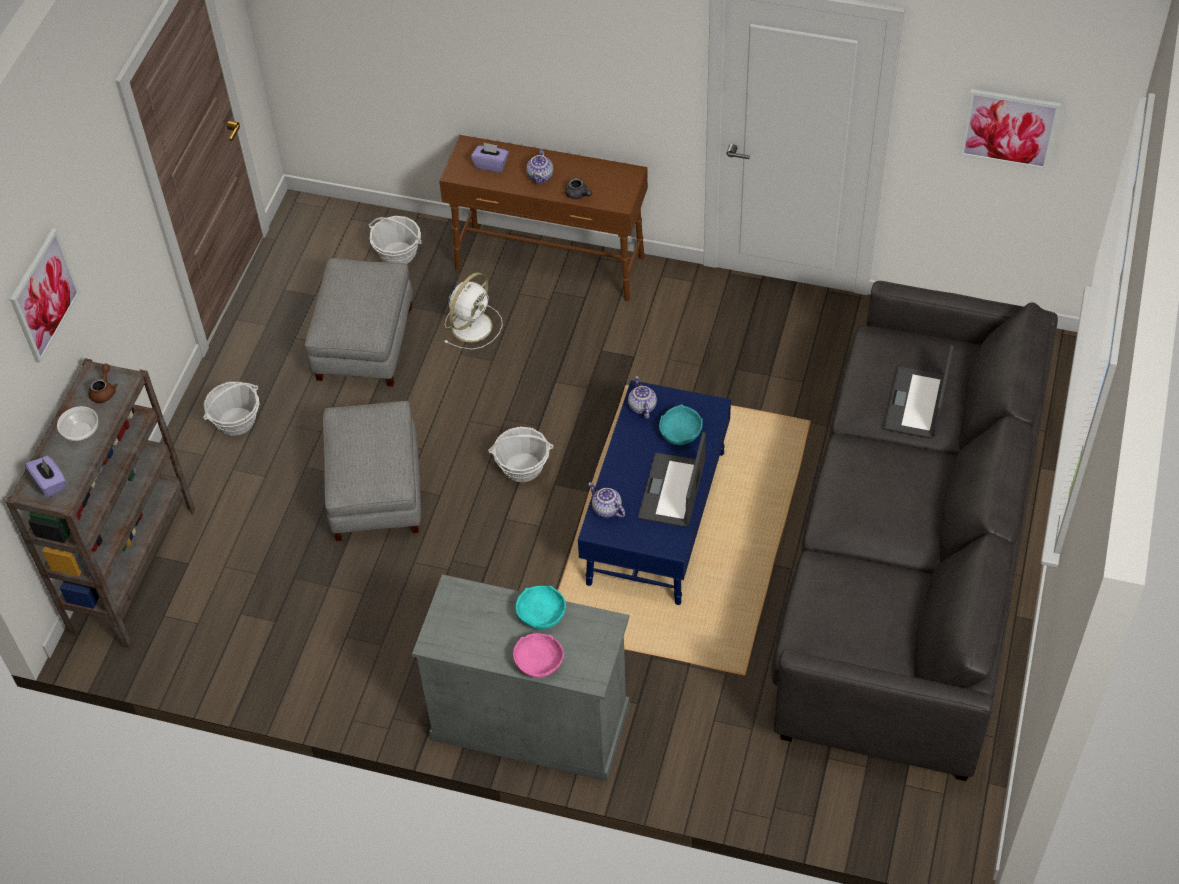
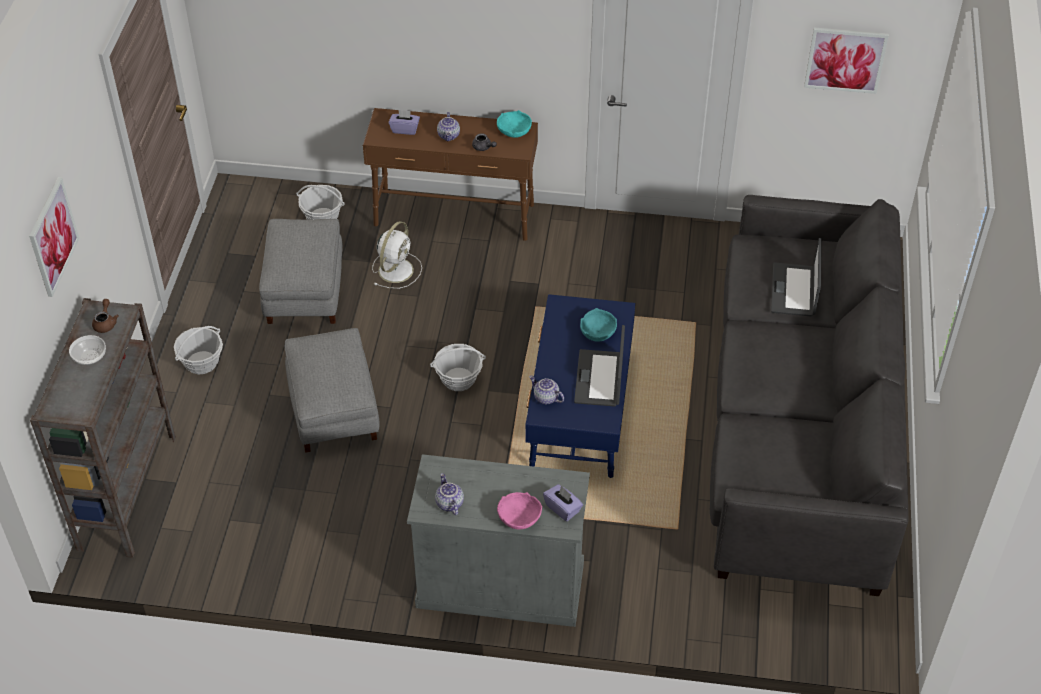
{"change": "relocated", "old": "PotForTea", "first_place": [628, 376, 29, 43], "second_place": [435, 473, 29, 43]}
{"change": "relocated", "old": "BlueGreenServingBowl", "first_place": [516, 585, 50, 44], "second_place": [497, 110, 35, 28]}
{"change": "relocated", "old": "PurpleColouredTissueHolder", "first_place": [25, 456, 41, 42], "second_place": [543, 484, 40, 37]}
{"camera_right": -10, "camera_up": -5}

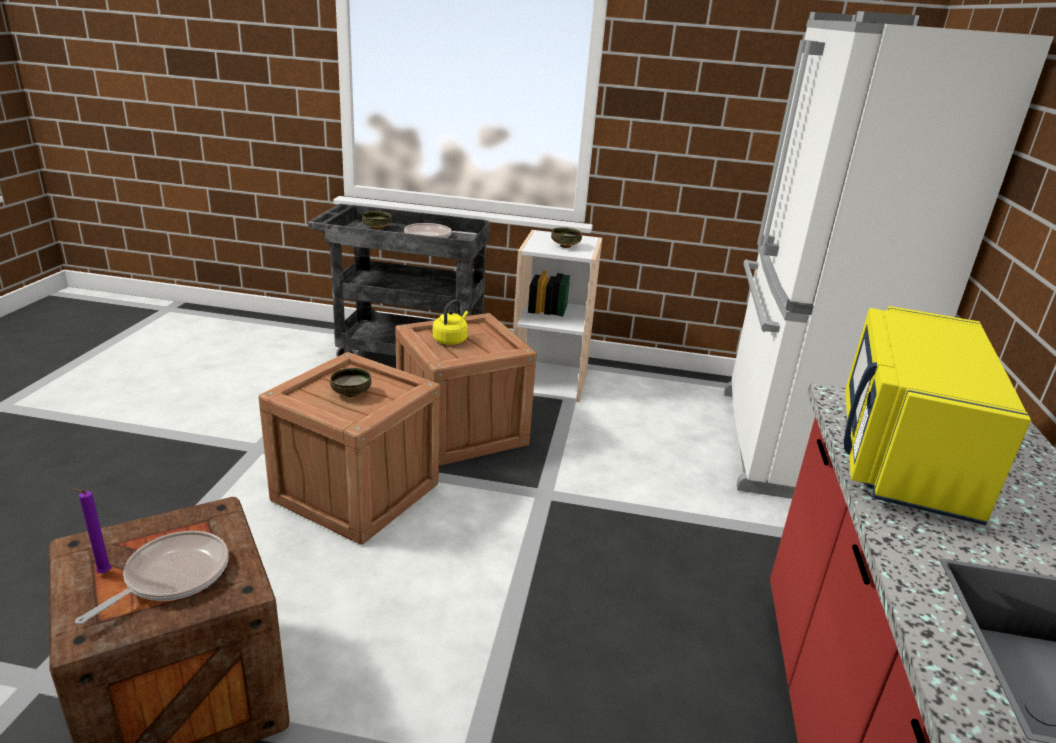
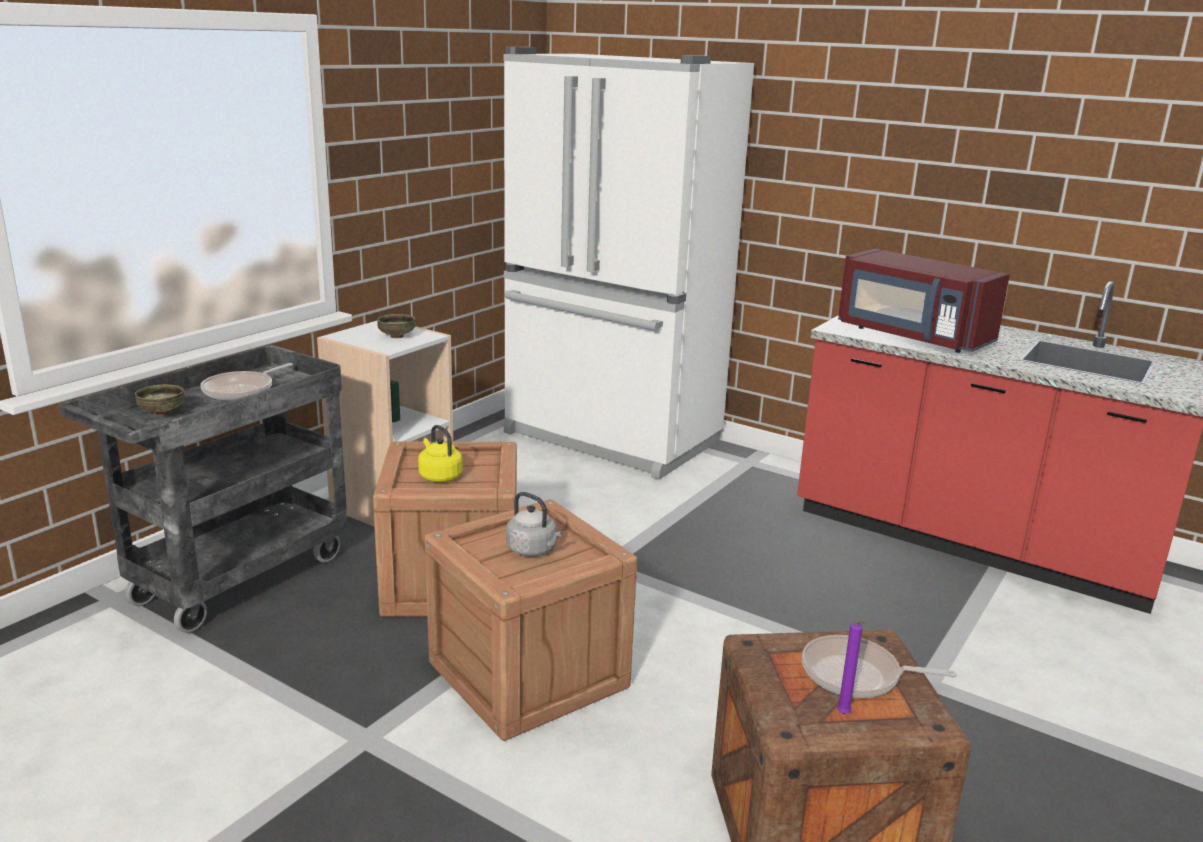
{"change": "exchanged", "old": "ServingBowl", "new": "GreyishWaterKettle", "first_place": [330, 368, 41, 29], "second_place": [506, 492, 56, 64]}
{"change": "spun", "old": "FryingPan", "first_place": [75, 531, 154, 94], "second_place": [802, 635, 155, 63], "degrees": -45}
{"change": "colour", "old": "YellowishKitchenMicrowave", "new": "RedKitchenMicrowave", "first_place": [844, 306, 187, 219], "second_place": [838, 249, 172, 104]}
{"camera_right": -65, "camera_up": -5}

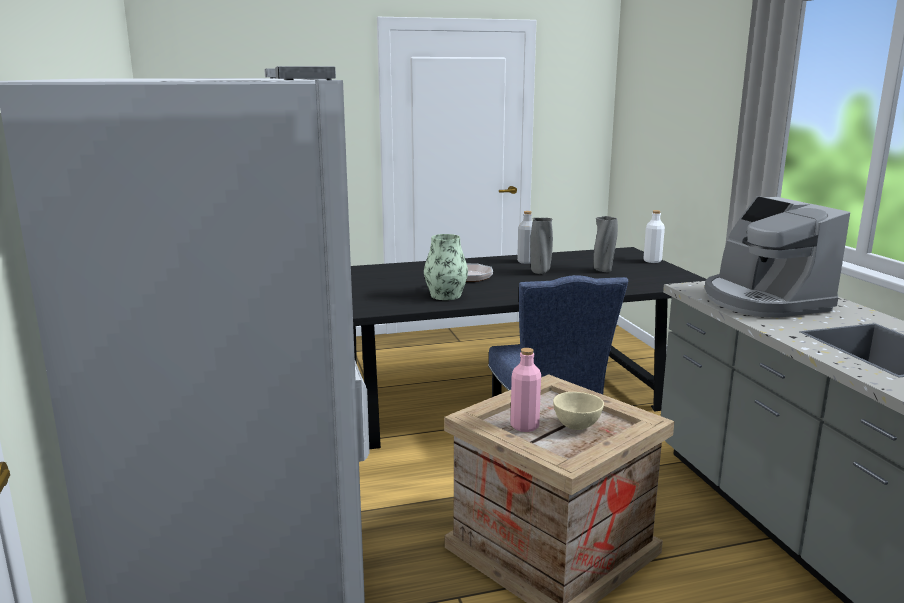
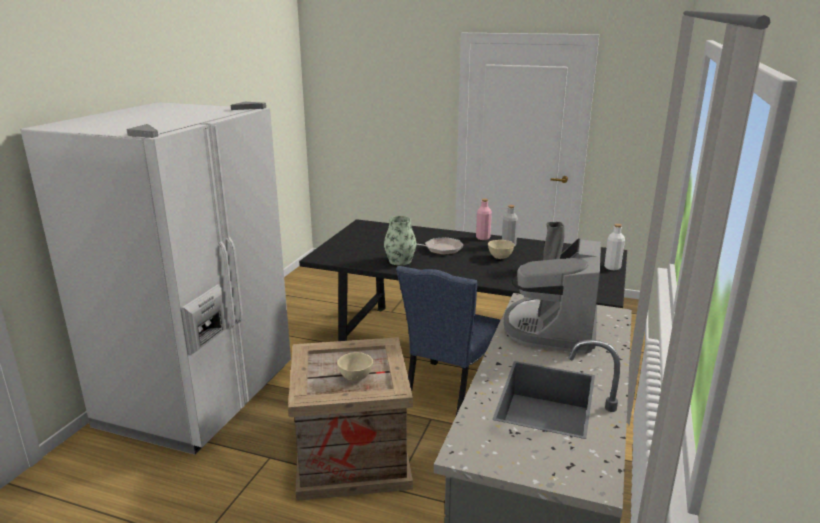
{"change": "relocated", "old": "PinkishBottle", "first_place": [510, 348, 31, 84], "second_place": [476, 199, 16, 41]}
{"change": "exchanged", "old": "GreyishFlowerVase", "new": "BeigeColouredServingBowl", "first_place": [530, 218, 23, 56], "second_place": [488, 240, 27, 19]}
{"camera_right": 35, "camera_up": 5}

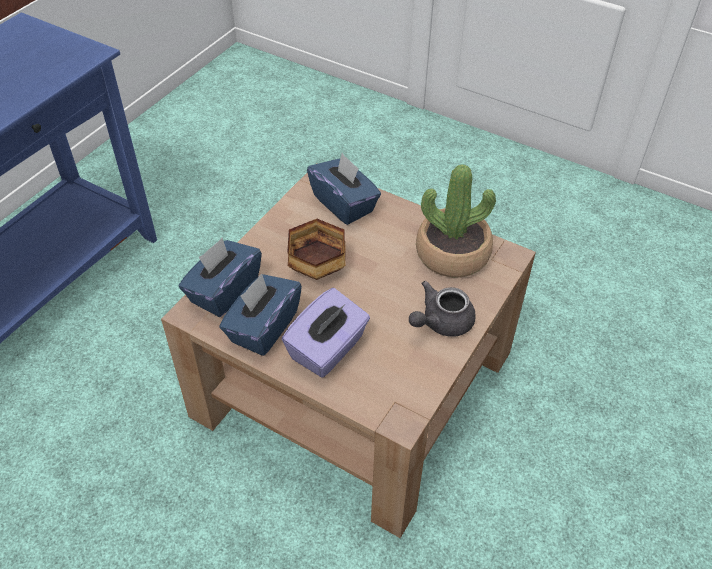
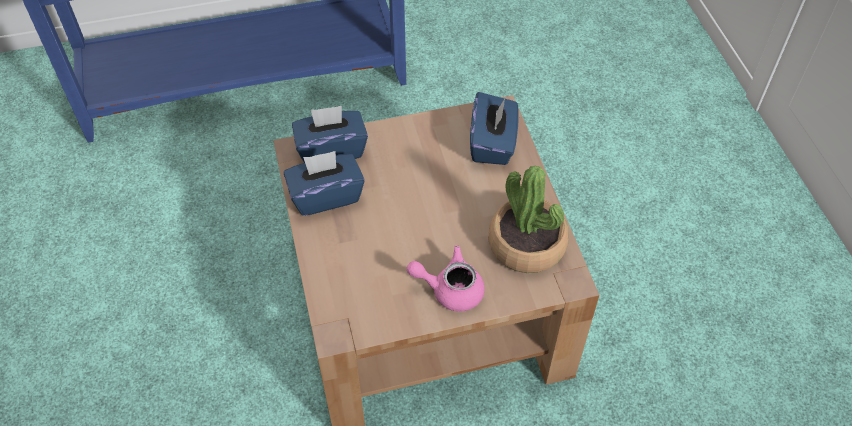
{"change": "colour", "old": "GreyishPotForTea", "new": "PinkishPotForTea", "first_place": [409, 281, 67, 56], "second_place": [407, 245, 78, 67]}
{"change": "missing", "old": "PurpleColouredTissueHolder", "first_place": [282, 288, 88, 89]}
{"change": "missing", "old": "ServingBowl", "first_place": [287, 219, 58, 61]}
{"camera_right": 45, "camera_up": 5}

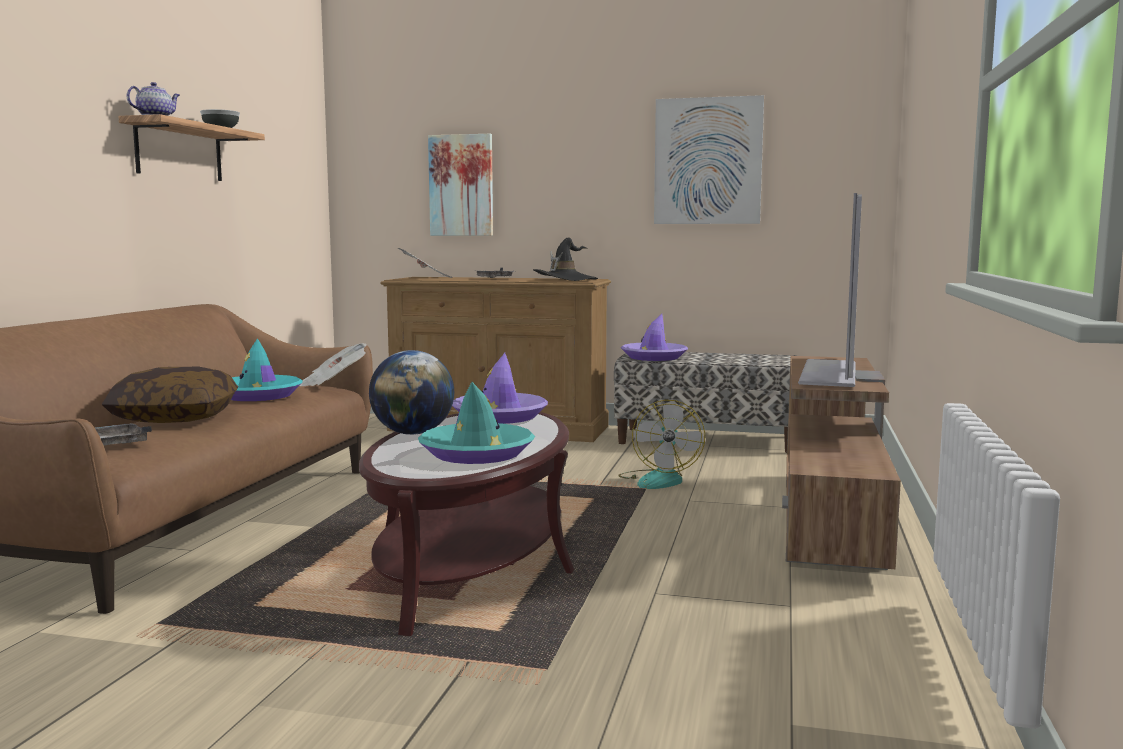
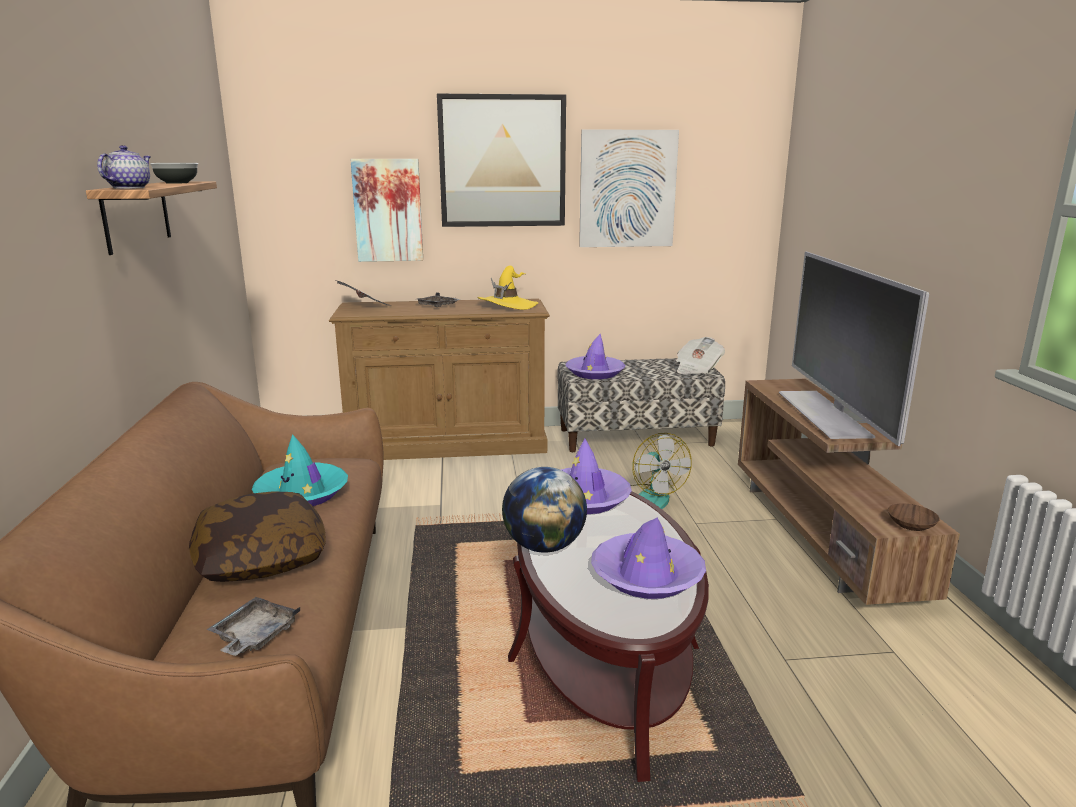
{"change": "appeared", "new": "WallArt", "second_place": [437, 94, 129, 133]}
{"change": "colour", "old": "BlackishHat", "new": "YellowishHat", "first_place": [533, 237, 65, 44], "second_place": [477, 266, 61, 44]}
{"change": "colour", "old": "BlueGreenHat", "new": "PurpleColouredHat", "first_place": [418, 382, 117, 82], "second_place": [591, 518, 115, 81]}
{"change": "relocated", "old": "DailyPaper", "first_place": [300, 343, 67, 43], "second_place": [676, 337, 49, 38]}
{"change": "appeared", "new": "BrownColouredServingBowl", "second_place": [888, 503, 52, 28]}
{"camera_right": -20, "camera_up": 10}

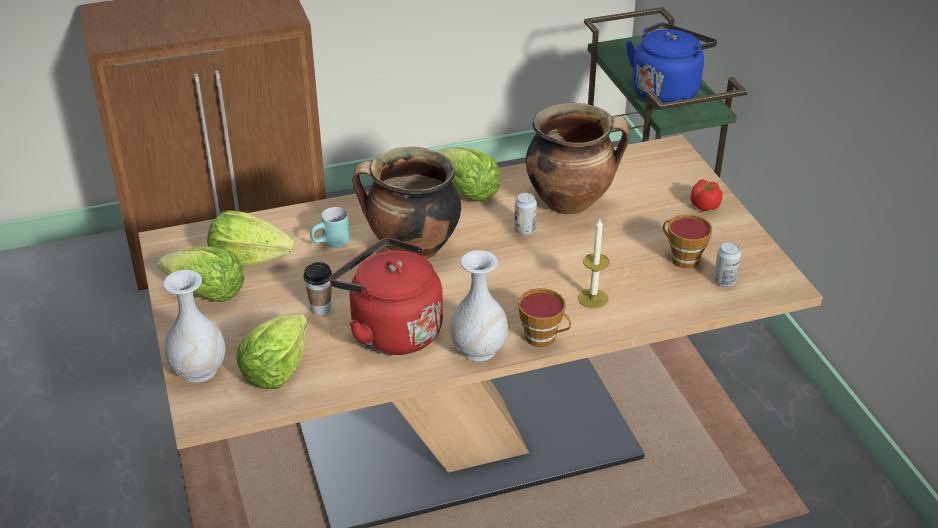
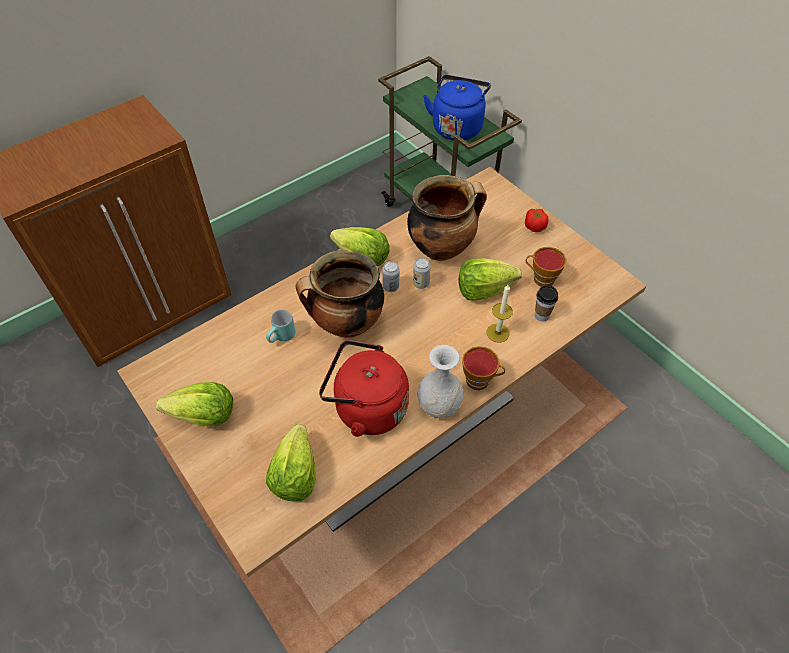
{"change": "relocated", "old": "SealedCan", "first_place": [714, 242, 27, 45], "second_place": [382, 261, 17, 31]}
{"change": "relocated", "old": "LettuceHead", "first_place": [207, 210, 87, 57], "second_place": [459, 258, 63, 43]}
{"change": "relocated", "old": "SmallCup", "first_place": [303, 262, 29, 53], "second_place": [535, 285, 23, 37]}
{"change": "missing", "old": "WhiteFlowerVase", "first_place": [163, 270, 63, 113]}
{"camera_right": -20, "camera_up": 15}

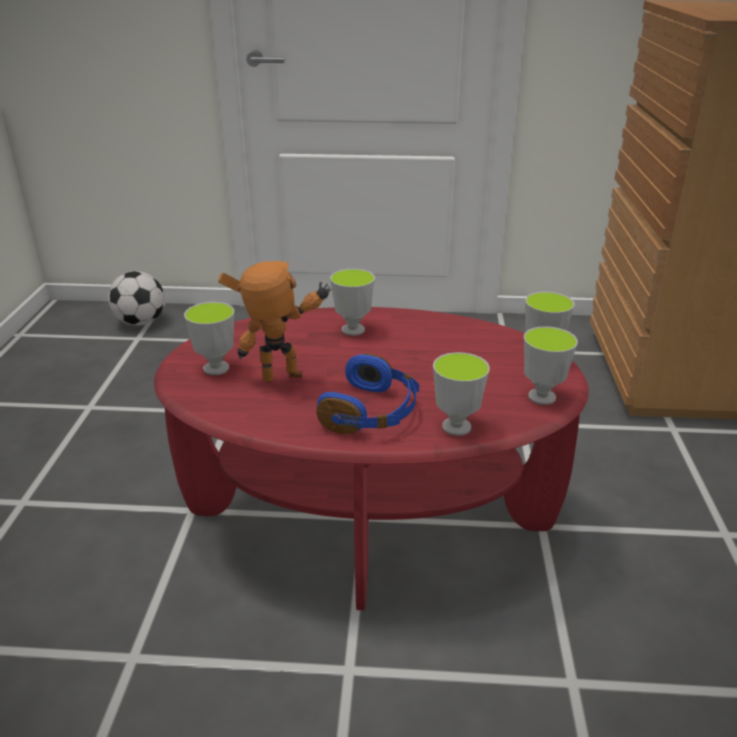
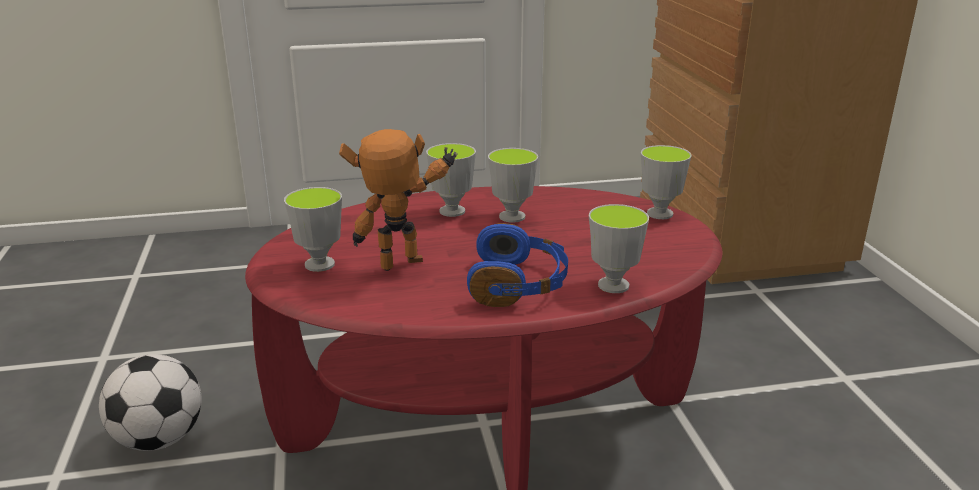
{"change": "relocated", "old": "Football", "first_place": [108, 271, 57, 55], "second_place": [99, 354, 103, 97]}
{"change": "relocated", "old": "SmallCup", "first_place": [524, 326, 54, 79], "second_place": [488, 148, 50, 75]}
{"camera_right": -15, "camera_up": -5}

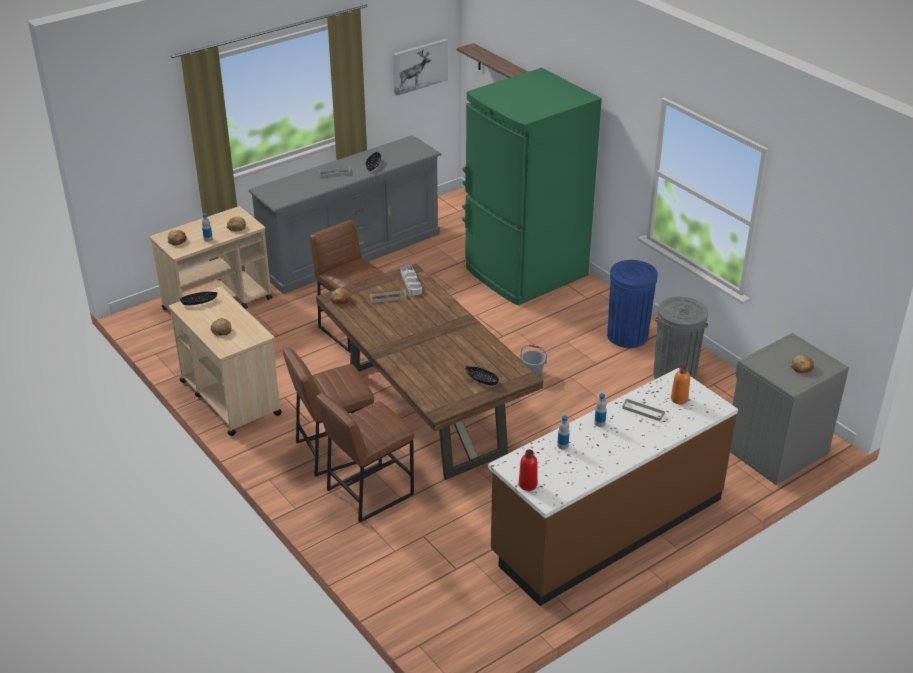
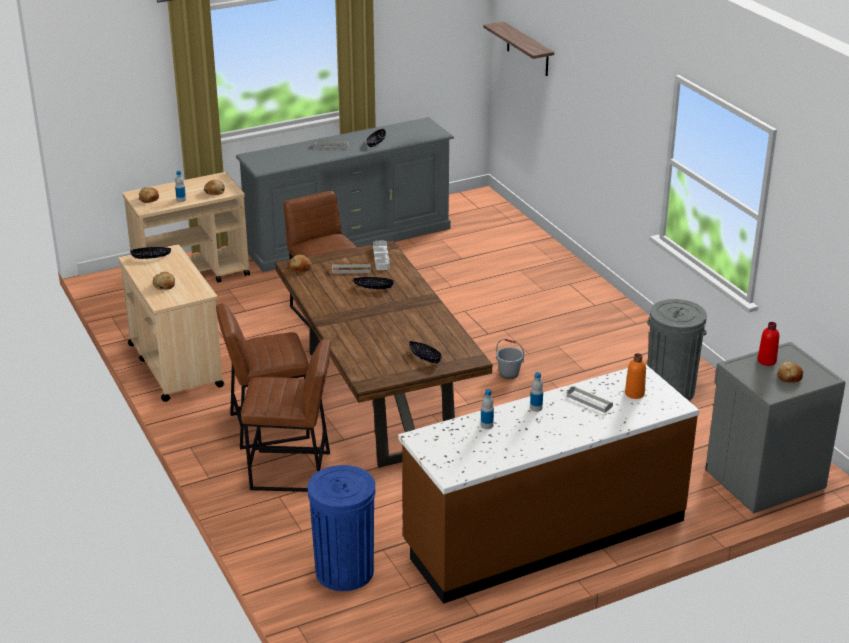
{"change": "spun", "old": "BrownColouredPlainChair", "first_place": [316, 393, 99, 130], "second_place": [241, 339, 90, 153], "degrees": -150}
{"change": "relocated", "old": "BluishWasteBin", "first_place": [607, 260, 51, 88], "second_place": [308, 465, 67, 126]}
{"change": "appeared", "new": "BlackishServingBowl", "second_place": [353, 277, 41, 12]}
{"change": "relocated", "old": "RedBottle", "first_place": [519, 449, 19, 42], "second_place": [758, 322, 21, 44]}
{"change": "missing", "old": "WallArt", "first_place": [393, 39, 55, 57]}
{"change": "missing", "old": "GreenishFridge", "first_place": [462, 68, 140, 237]}
{"camera_right": 10, "camera_up": -5}

